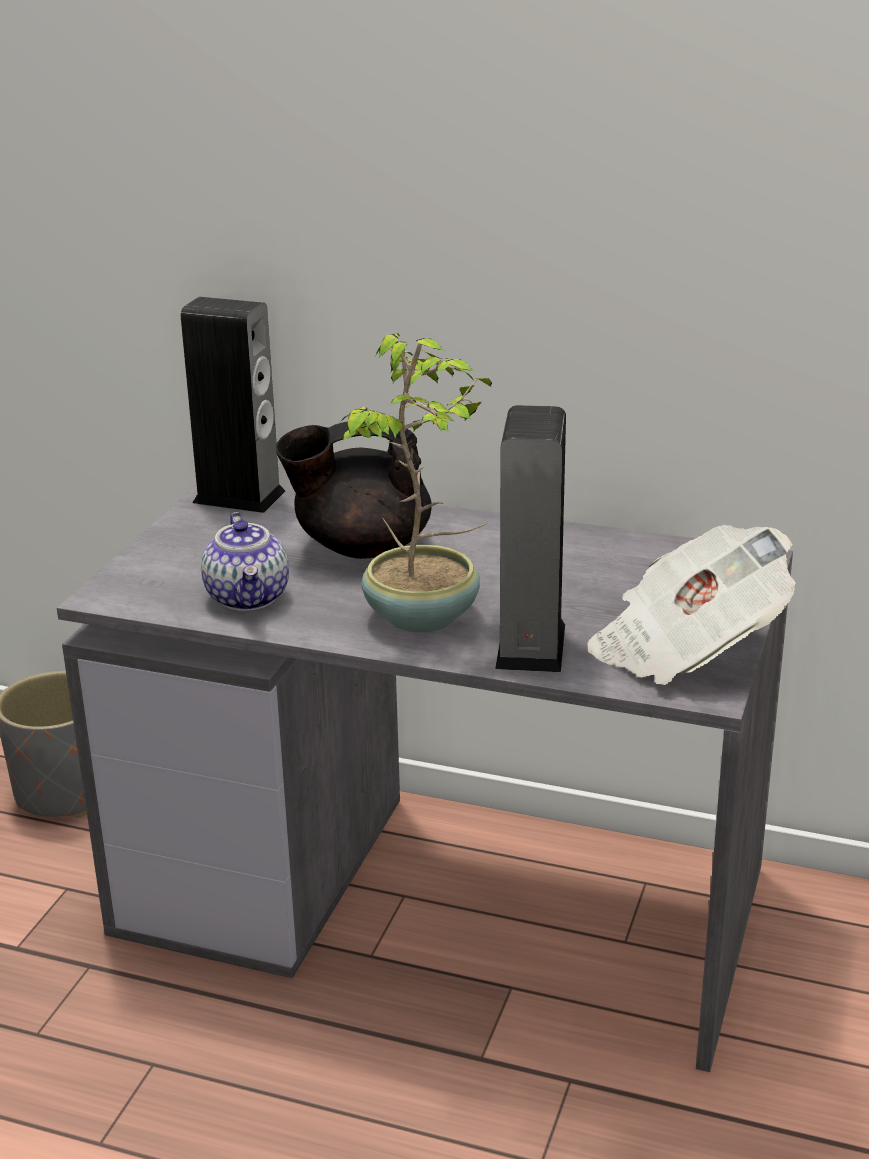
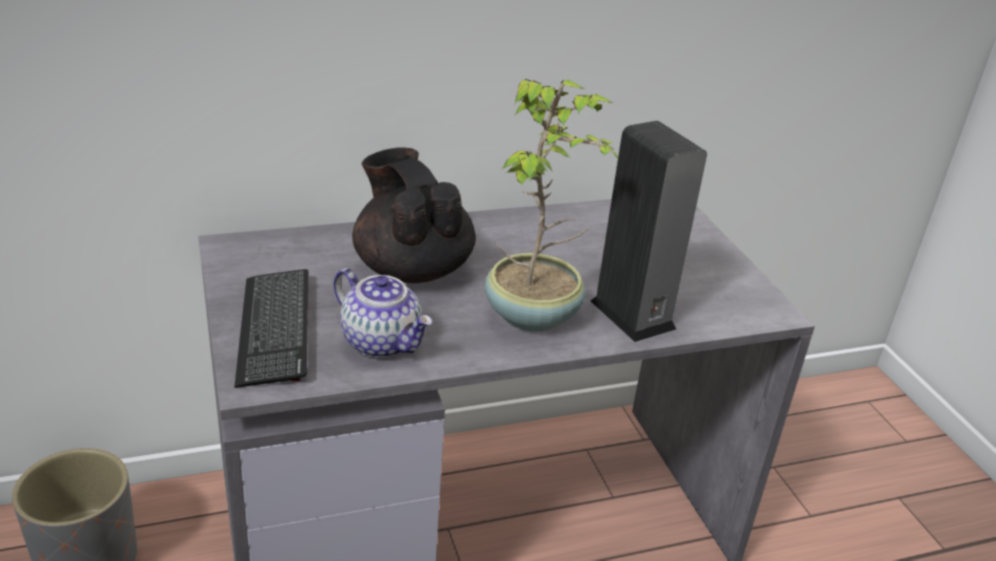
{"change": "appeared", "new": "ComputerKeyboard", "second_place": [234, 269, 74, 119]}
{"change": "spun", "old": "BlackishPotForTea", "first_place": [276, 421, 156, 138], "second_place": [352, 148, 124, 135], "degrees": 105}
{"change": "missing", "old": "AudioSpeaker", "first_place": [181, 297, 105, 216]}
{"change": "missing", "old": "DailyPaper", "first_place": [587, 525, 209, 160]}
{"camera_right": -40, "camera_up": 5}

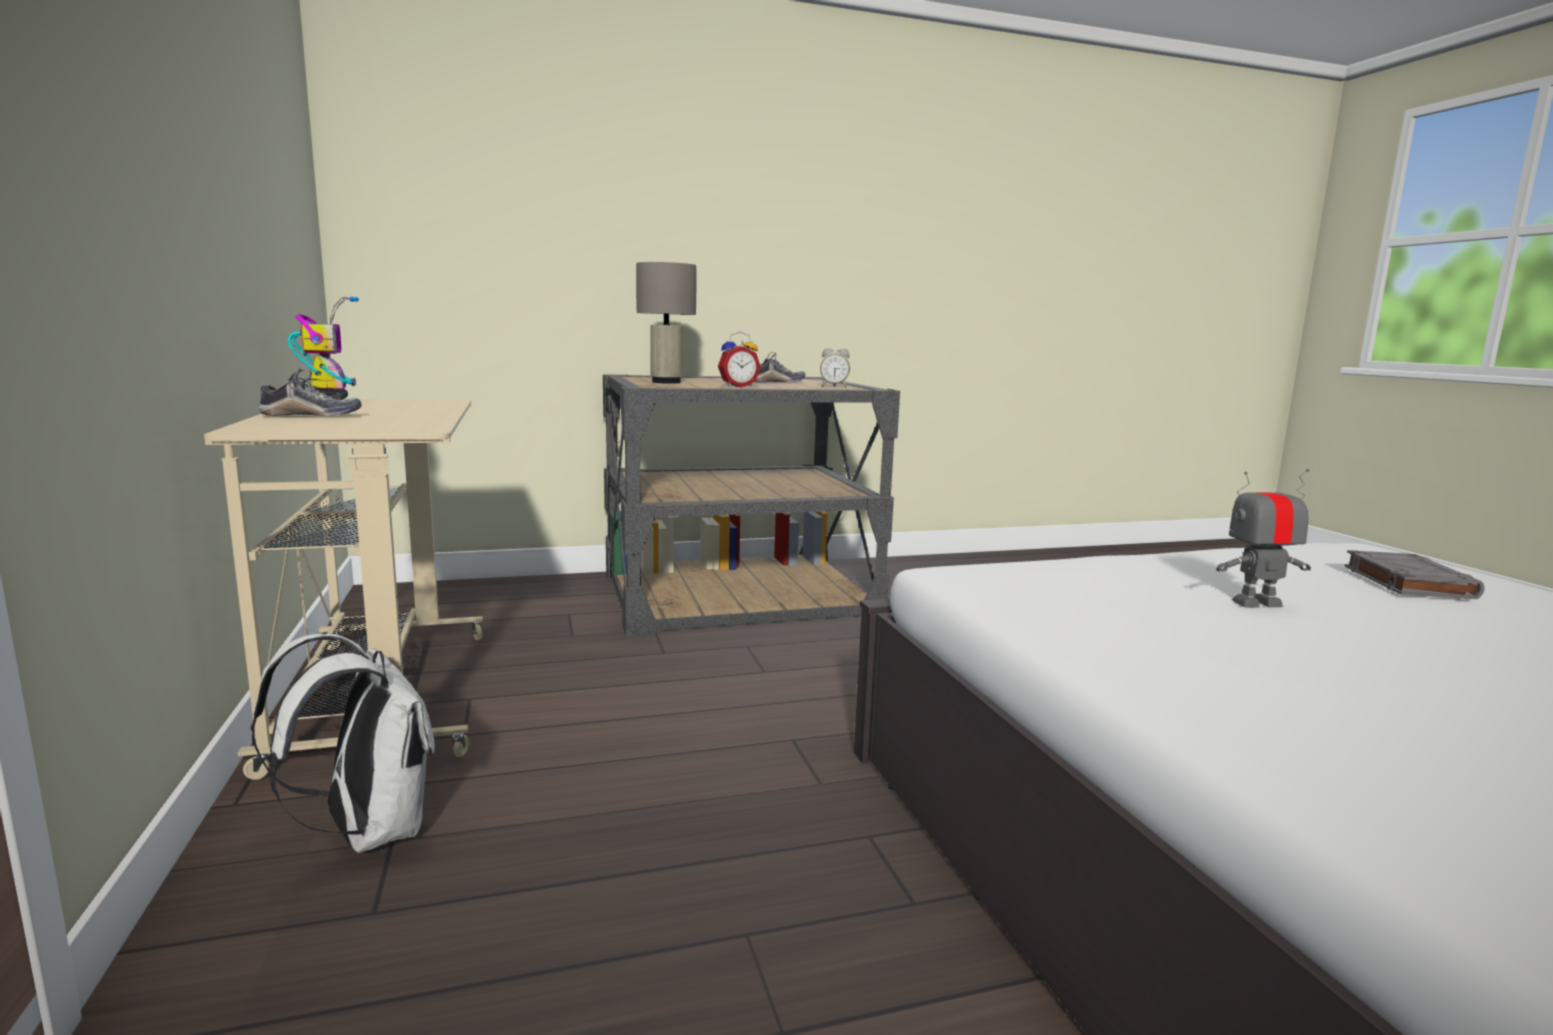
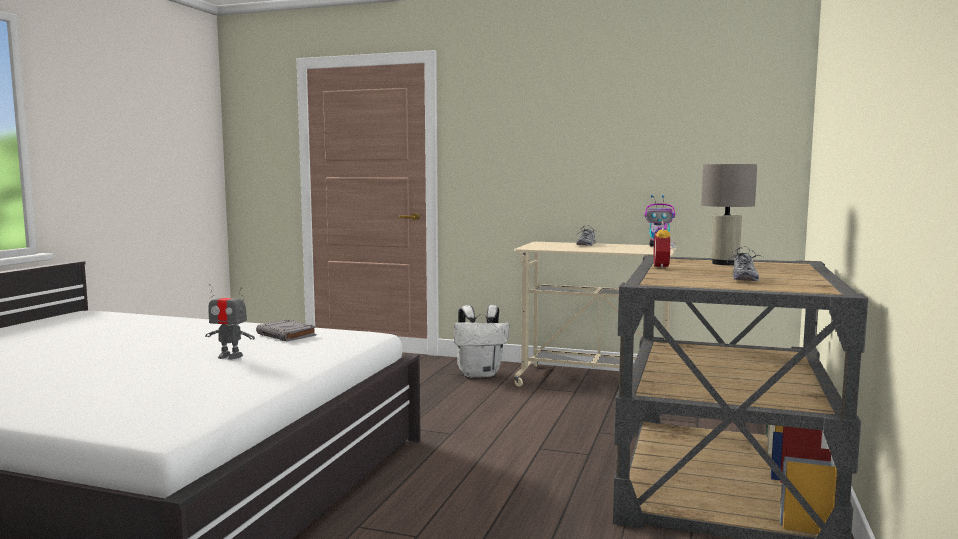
{"change": "spun", "old": "RobotFigure", "first_place": [1216, 469, 95, 139], "second_place": [205, 284, 50, 75], "degrees": 75}
{"change": "relocated", "old": "GreyishBook", "first_place": [1345, 550, 140, 49], "second_place": [256, 320, 61, 21]}
{"change": "missing", "old": "AlarmClock", "first_place": [820, 348, 30, 40]}
{"camera_right": 125, "camera_up": -5}

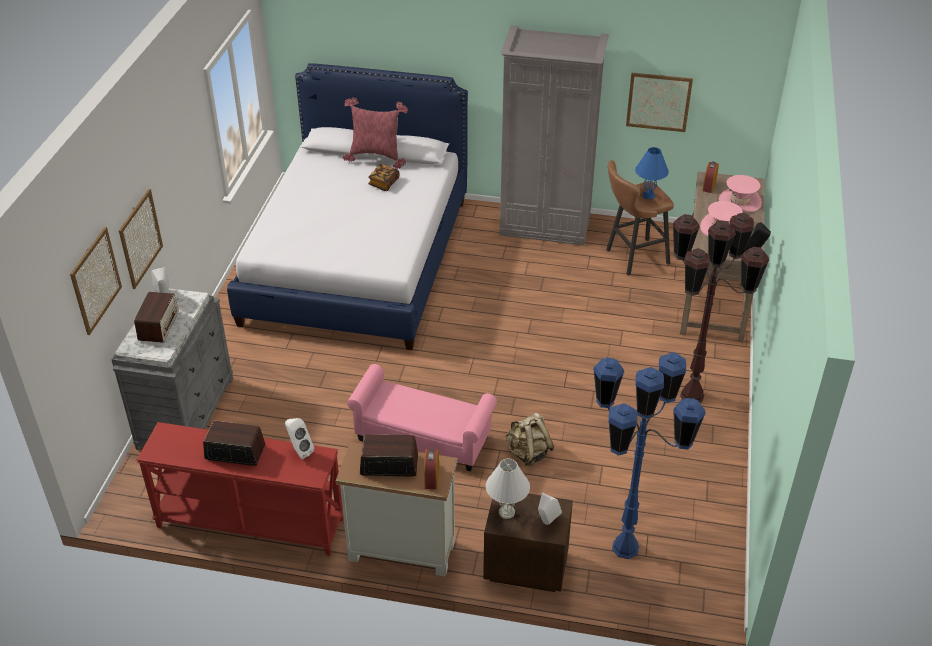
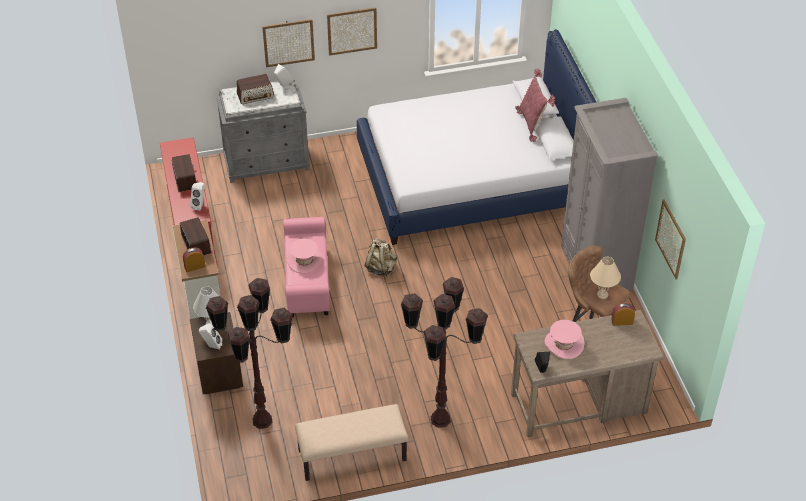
{"change": "colour", "old": "BluishStandingLamp", "new": "BrownColouredStandingLamp", "first_place": [593, 352, 113, 207], "second_place": [206, 278, 87, 151]}
{"change": "relocated", "old": "PinkishHat", "first_place": [719, 175, 43, 37], "second_place": [286, 238, 36, 36]}
{"change": "appeared", "new": "BeigeColouredLongSeat", "second_place": [295, 404, 113, 77]}
{"change": "relocated", "old": "WallArt", "first_place": [70, 227, 52, 108], "second_place": [327, 7, 50, 49]}
{"change": "relocated", "old": "BeigeColouredBackpack", "first_place": [506, 413, 48, 53], "second_place": [365, 238, 32, 39]}
{"change": "colour", "old": "BluishLampForATable", "new": "BeigeColouredLampForATable", "first_place": [635, 147, 34, 52], "second_place": [590, 257, 31, 42]}
{"change": "missing", "old": "Book", "first_place": [368, 164, 31, 27]}
{"camera_right": 65, "camera_up": 5}

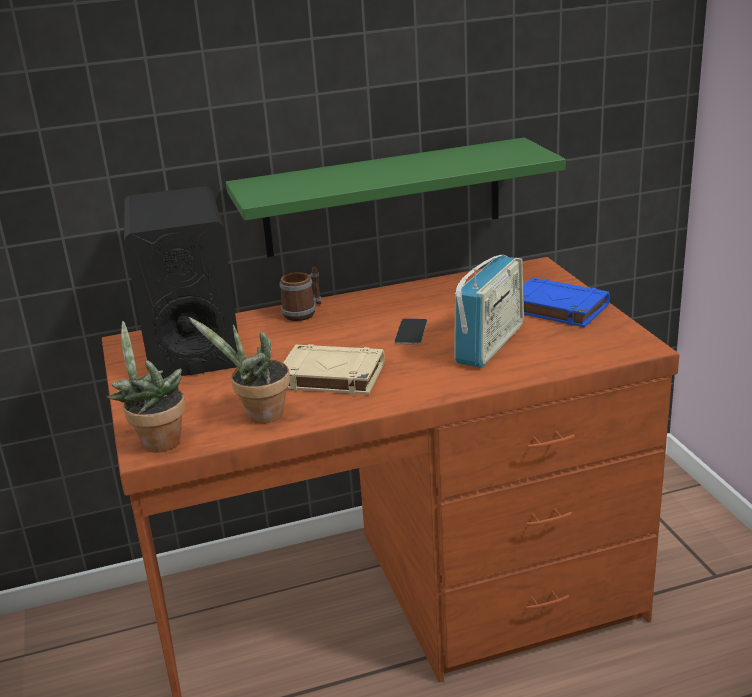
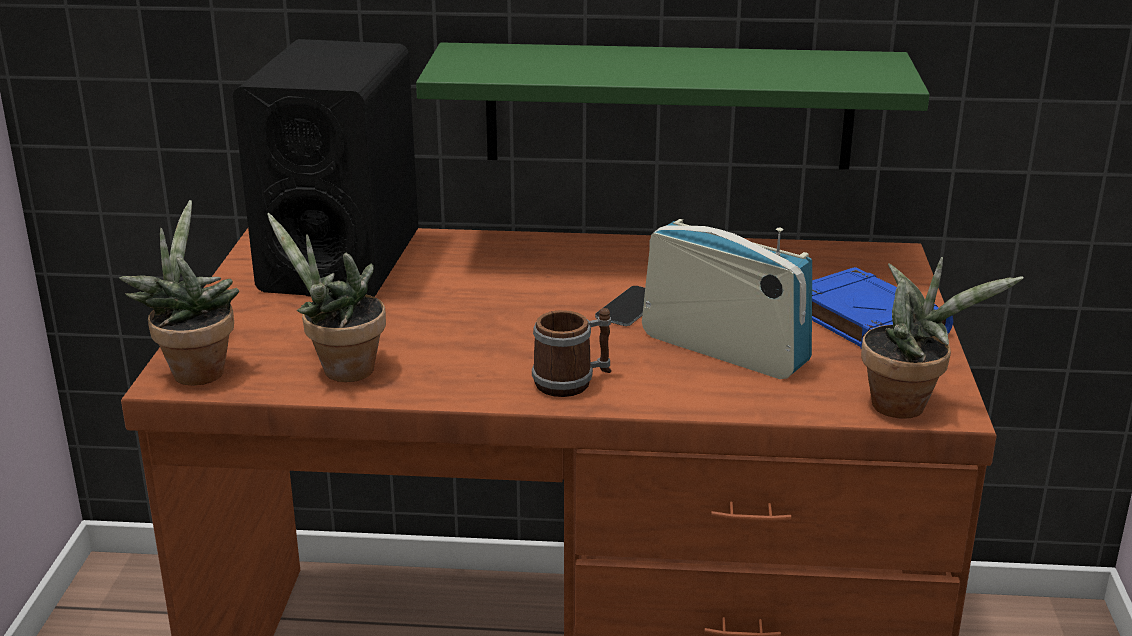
{"change": "relocated", "old": "Mug", "first_place": [279, 267, 43, 54], "second_place": [532, 308, 79, 89]}
{"change": "spun", "old": "RadioSet", "first_place": [454, 255, 70, 113], "second_place": [642, 219, 170, 160], "degrees": -105}
{"change": "appeared", "new": "PlantInAPot", "second_place": [861, 257, 163, 162]}
{"change": "missing", "old": "BeigeColouredBook", "first_place": [283, 344, 102, 50]}
{"camera_right": 20, "camera_up": 0}

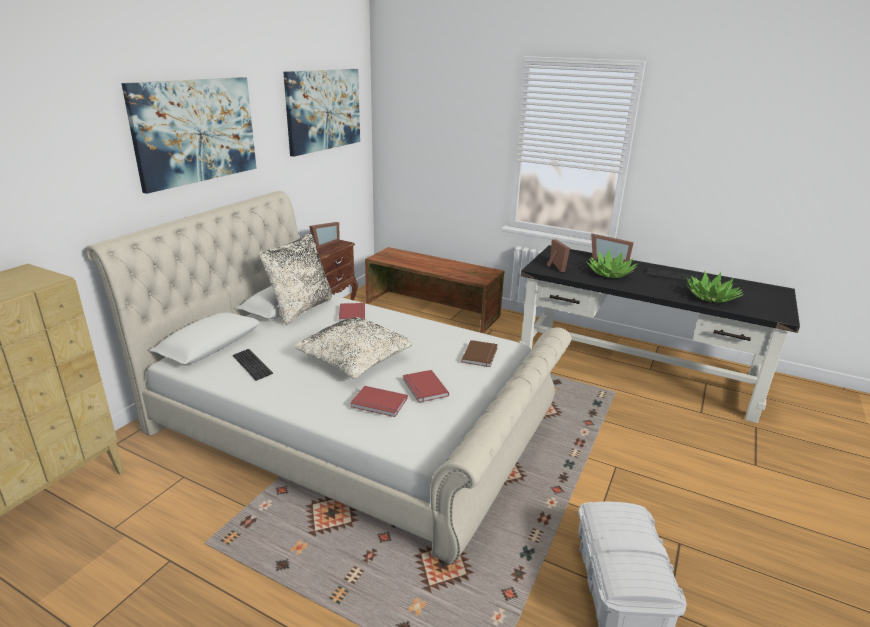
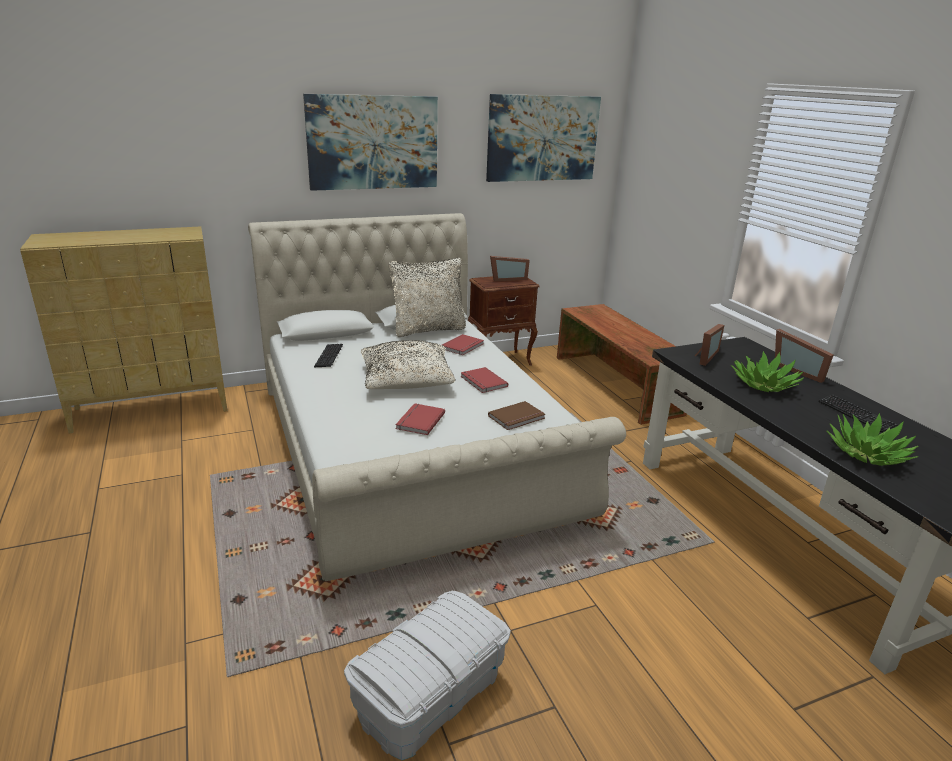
{"change": "relocated", "old": "RedBook", "first_place": [350, 386, 58, 31], "second_place": [461, 367, 47, 26]}
{"camera_right": 40, "camera_up": 0}

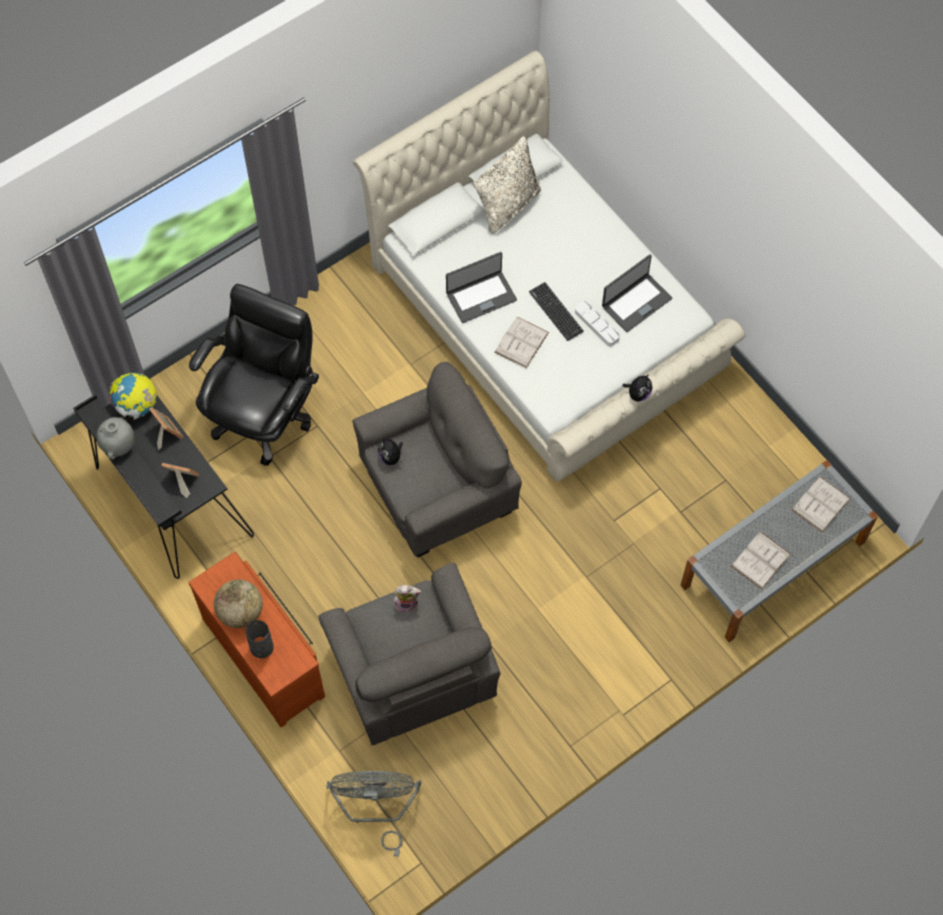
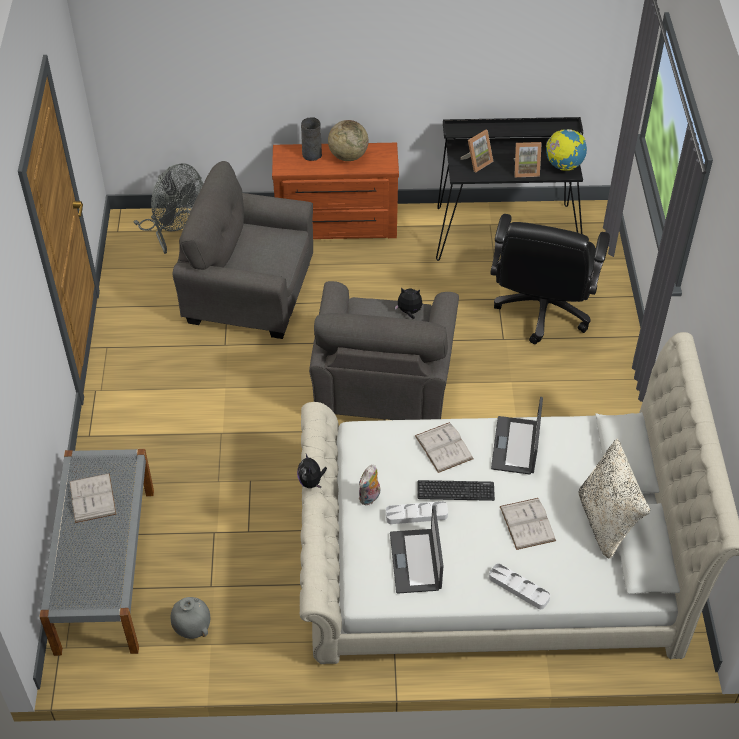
{"change": "relocated", "old": "GreyishFlowerVase", "first_place": [96, 417, 38, 42], "second_place": [171, 597, 39, 42]}
{"change": "relocated", "old": "PlushToy", "first_place": [394, 585, 27, 29], "second_place": [359, 465, 22, 40]}
{"change": "appeared", "new": "WhiteTray", "second_place": [489, 563, 61, 46]}
{"change": "spun", "old": "BlackishOfficeChair", "first_place": [189, 284, 130, 182], "second_place": [491, 214, 119, 130], "degrees": 45}
{"change": "relocated", "old": "WhiteBook", "first_place": [791, 477, 60, 55], "second_place": [499, 498, 57, 52]}
{"camera_right": 125, "camera_up": -15}

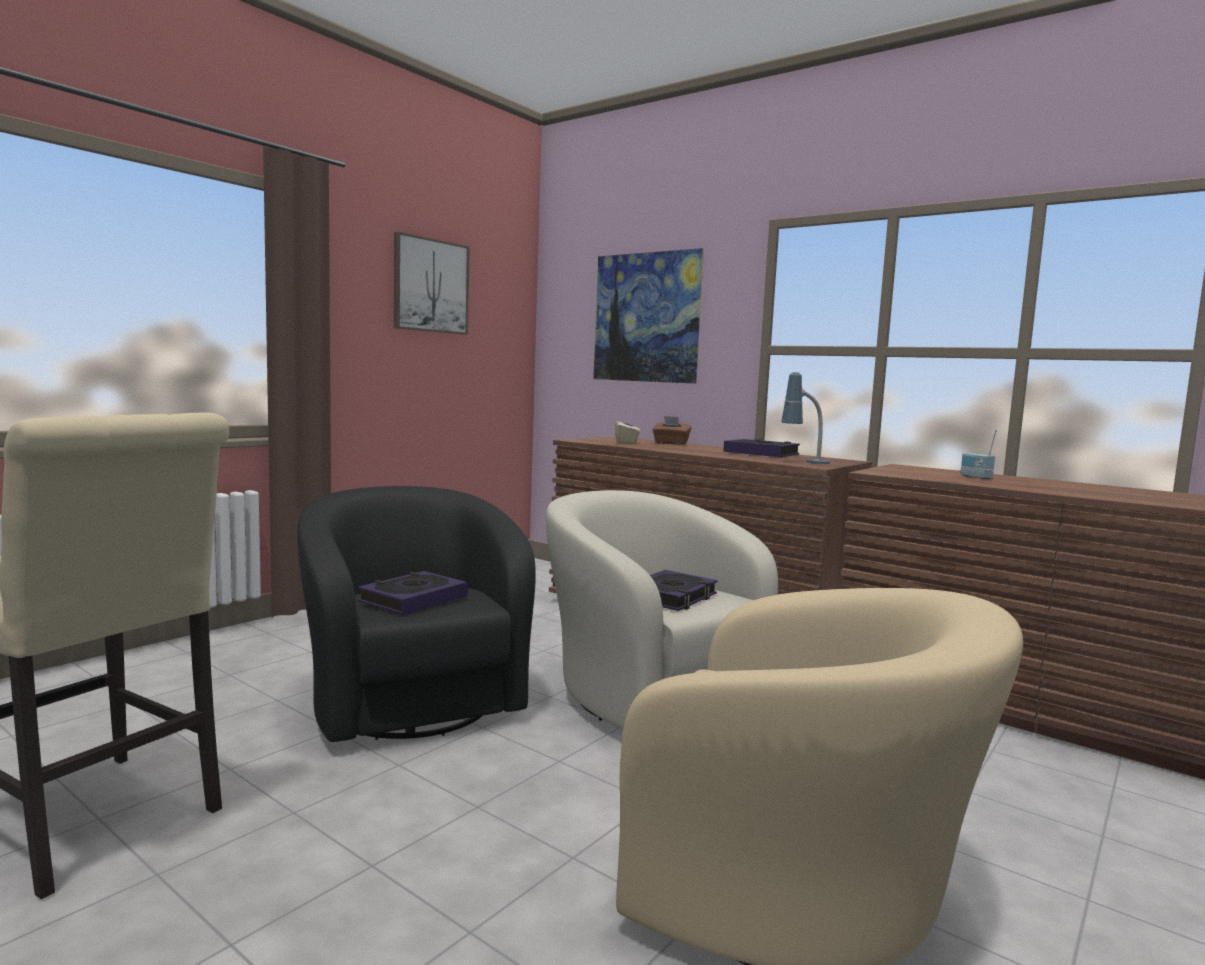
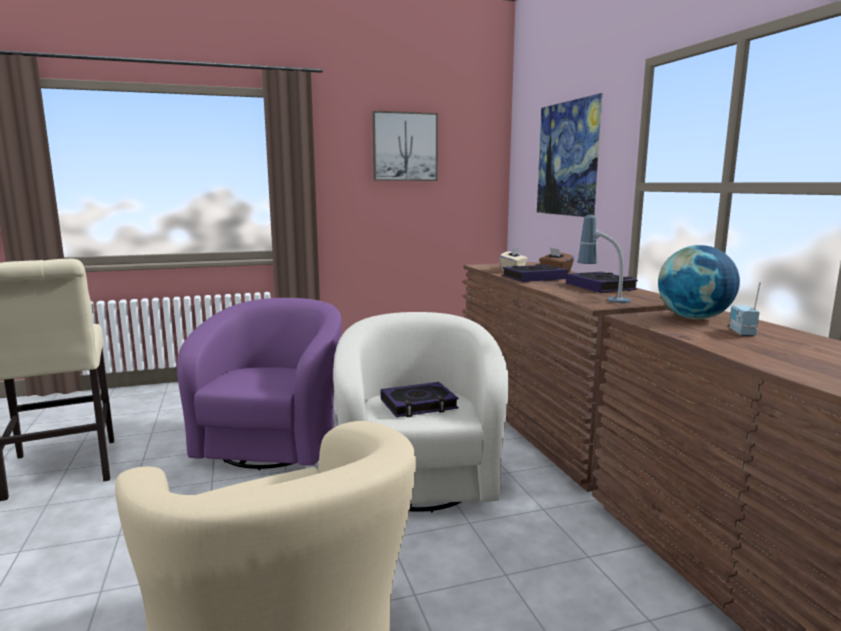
{"change": "colour", "old": "BlackishEasyChair", "new": "PurpleColouredEasyChair", "first_place": [297, 486, 239, 256], "second_place": [177, 298, 165, 172]}
{"change": "relocated", "old": "Book", "first_place": [358, 571, 110, 44], "second_place": [502, 264, 66, 18]}
{"change": "appeared", "new": "DeskGlobe", "second_place": [658, 245, 82, 74]}
{"camera_right": 35, "camera_up": 5}

